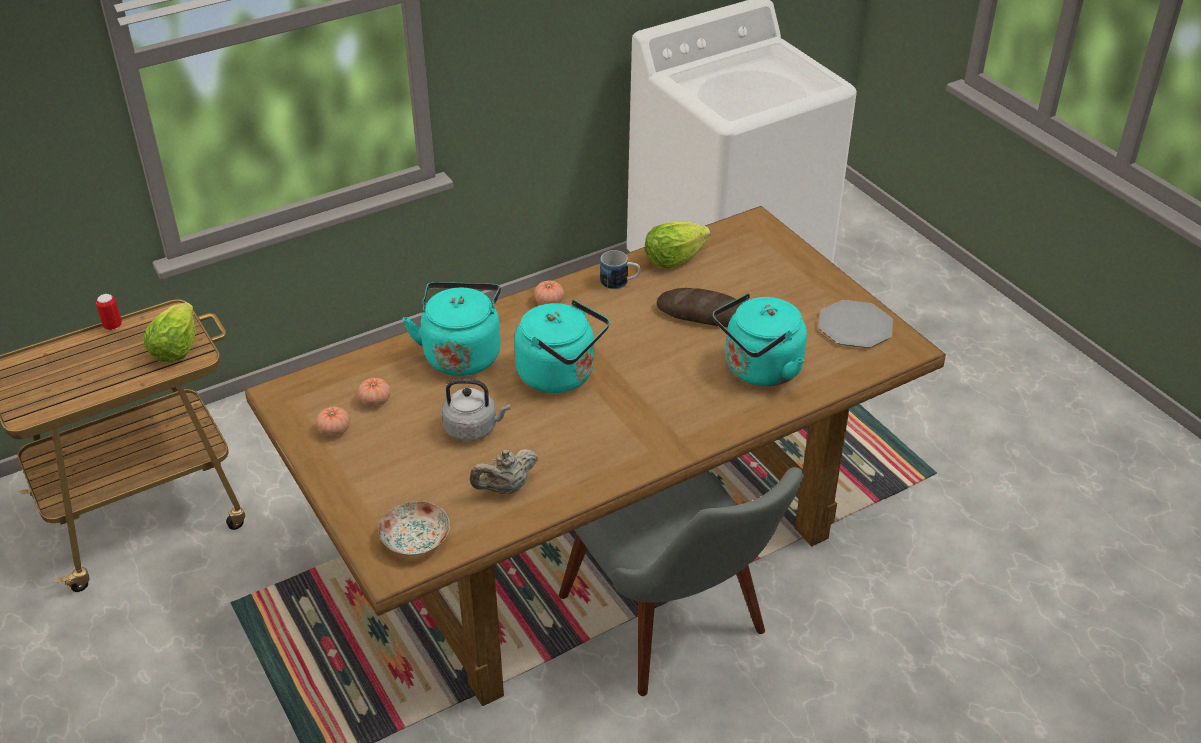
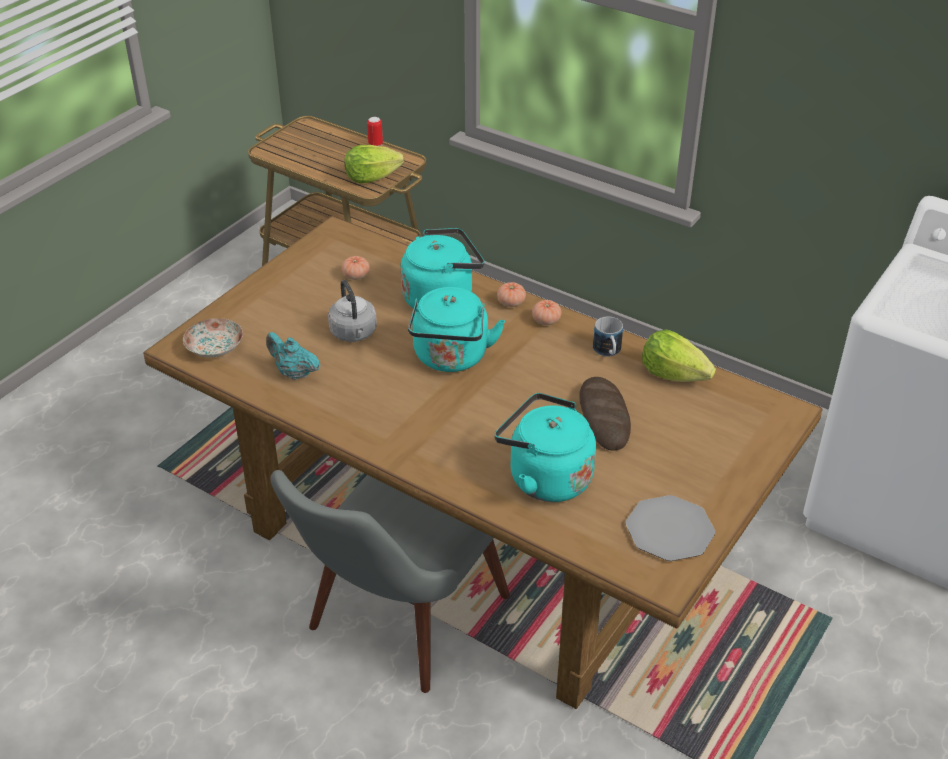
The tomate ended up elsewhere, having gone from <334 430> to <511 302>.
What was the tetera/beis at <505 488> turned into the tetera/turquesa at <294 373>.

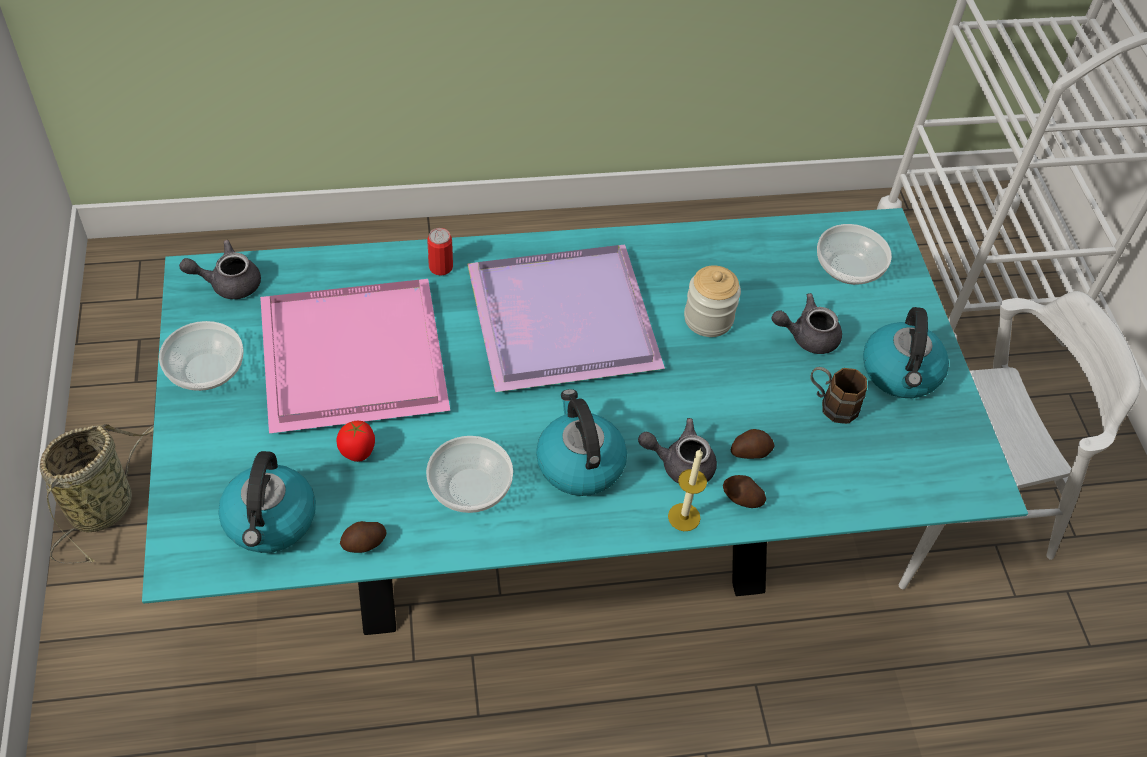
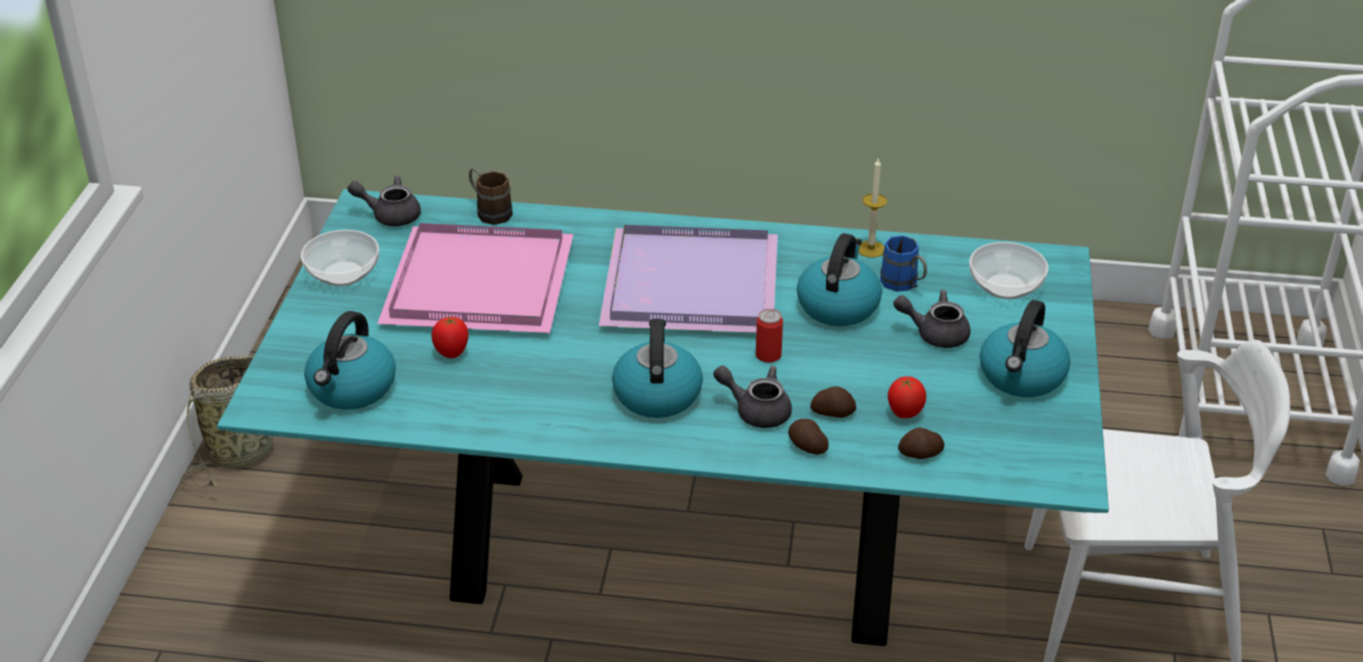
The patata ended up elsewhere, having gone from <364 544> to <921 454>.
The second view lost the cuenco at <468 487>.
The lata ended up elsewhere, having gone from <441 267> to <768 355>.
The vela ended up elsewhere, having gone from <684 517> to <871 249>.
Where the tarro stood at <708 319>, the hervidor came to stand at <838 305>.
The taza grande/marrón ended up elsewhere, having gone from <831 404> to <489 211>.
The second view gained the taza grande/azul at <904 285>.
The second view gained the tomate at <904 414>.

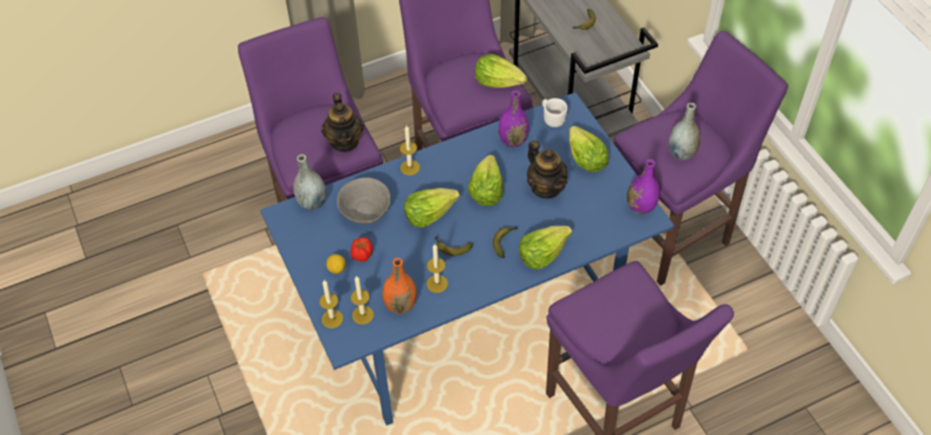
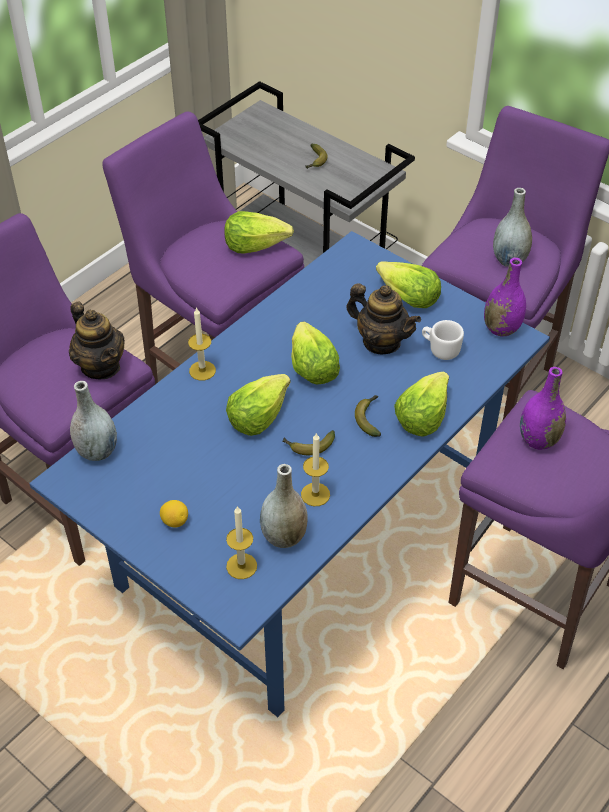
The second view lost the vela at <332 319>.
The second view lost the cuenco/gris at <364 212>.
The second view lost the tomate at <362 255>.
What was the florero/naranja at <400 305> turned into the florero/gris at <284 536>.
The florero/morado ended up elsewhere, having gone from <513 140> to <538 440>.
The taza grande/blanco ended up elsewhere, having gone from <552 118> to <440 349>.

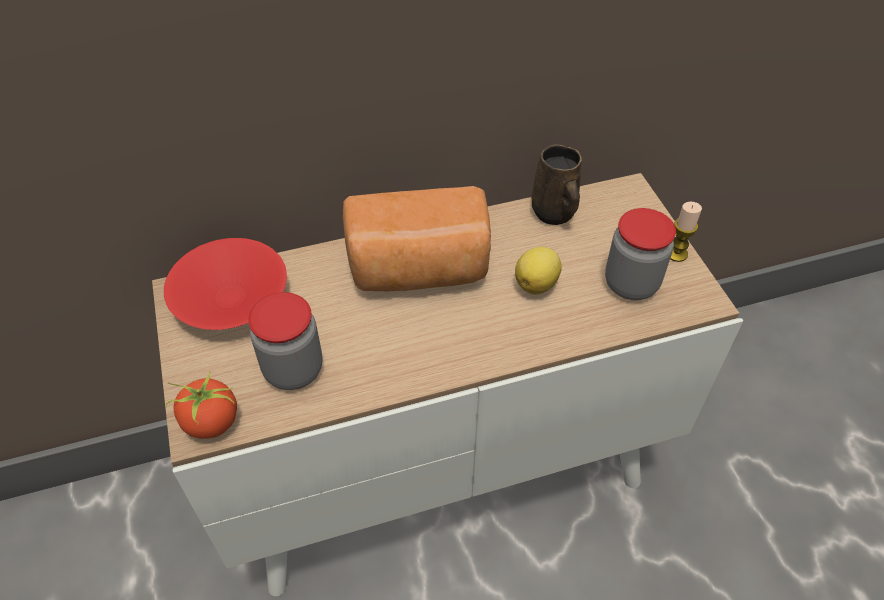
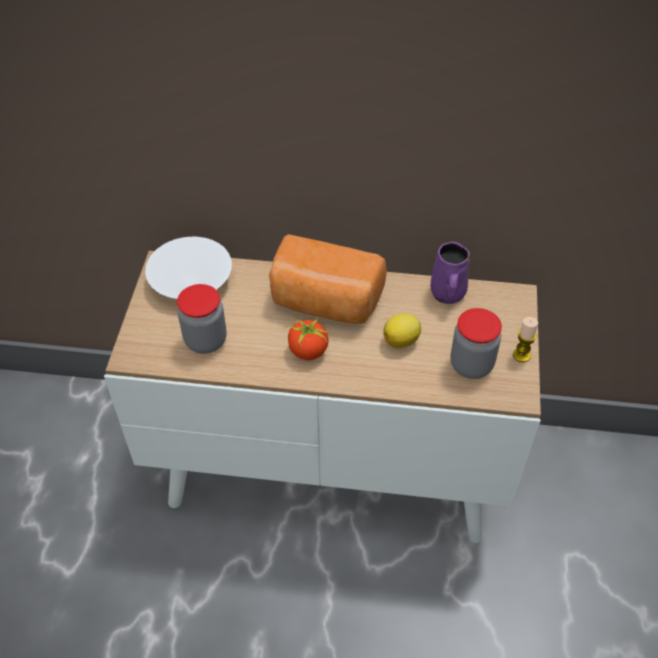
What was the cuenco/rojo at <231 300> turned into the cuenco/blanco at <190 281>.
The tomate ended up elsewhere, having gone from <211 423> to <307 351>.
What was the taza grande/marrón at <554 213> turned into the taza grande/morado at <447 294>.

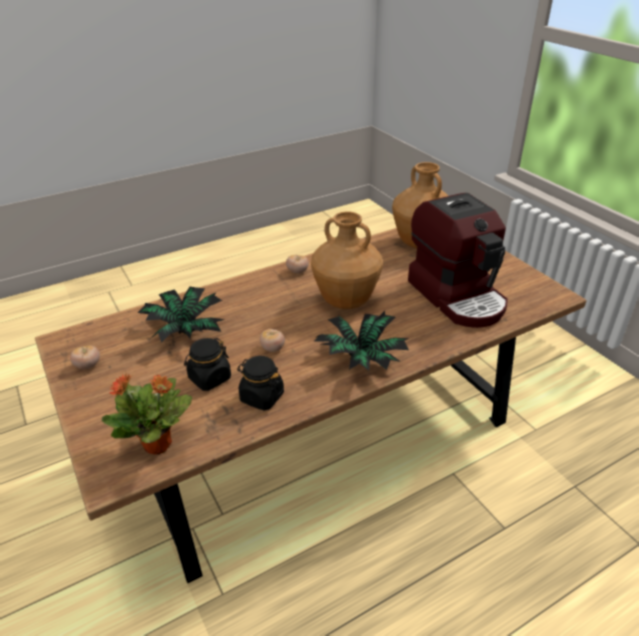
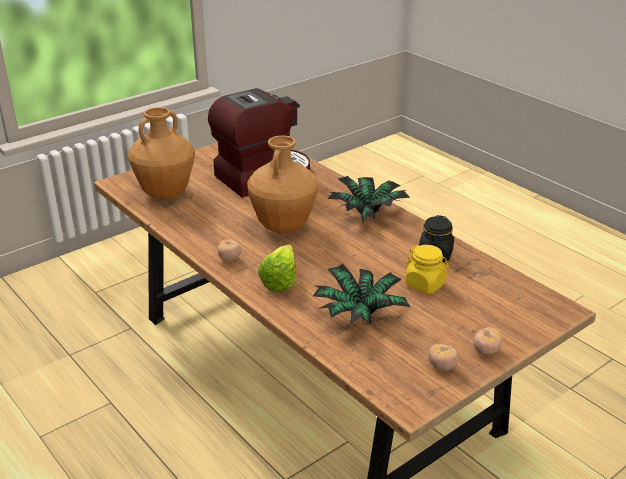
The second view lost the planta en maceta at <159 444>.
What was the tarro/negro at <209 378> turned into the tarro/amarillo at <425 284>.
The tomate ended up elsewhere, having gone from <273 348> to <486 351>.
The second view gained the lechuga at <283 278>.

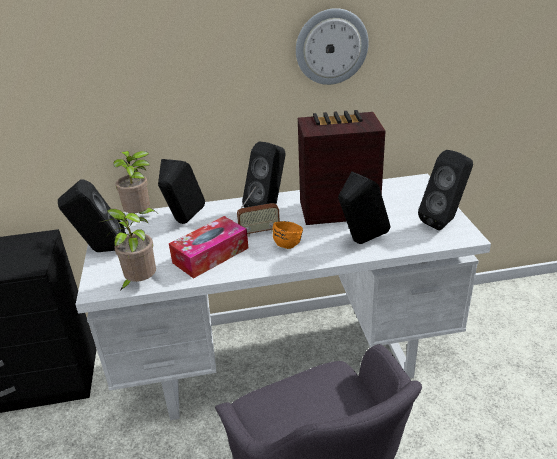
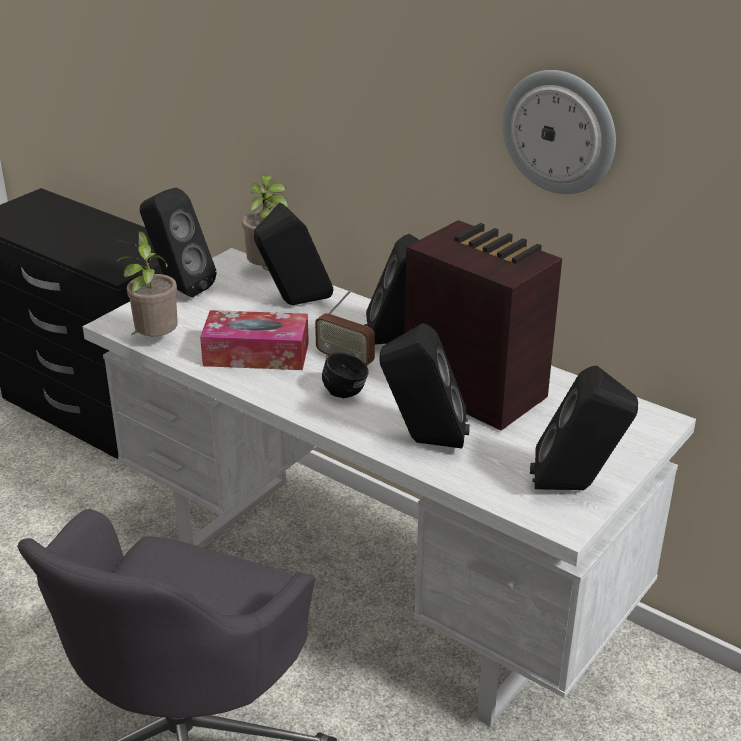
What was the taza grande/naranja at <286 243> turned into the taza grande/negro at <347 389>.

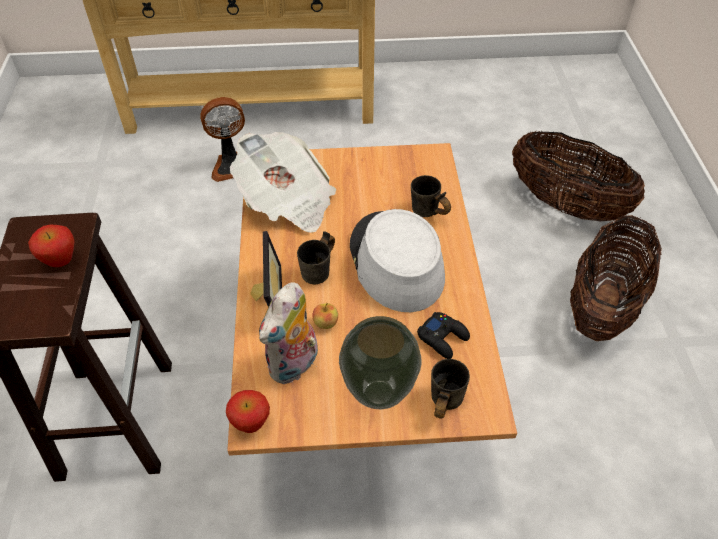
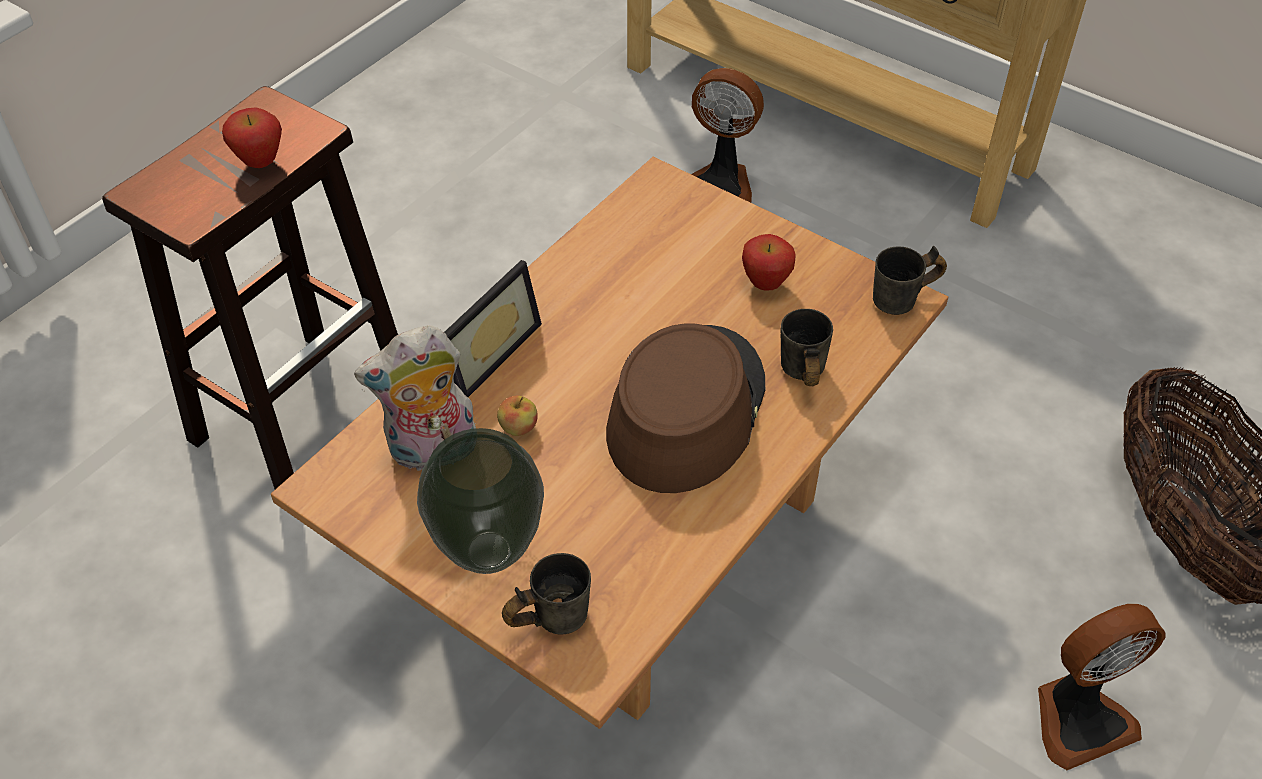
The manzana ended up elsewhere, having gone from <251 424> to <765 284>.
The second view lost the periódico at <287 201>.
The taza grande/gris ended up elsewhere, having gone from <322 272> to <905 303>.
What was the sombrero/gris at <395 262> turned into the sombrero/marrón at <685 409>.
The second view lost the mando de consola/negro at <443 338>.
Where the cesta stood at <602 306>, the ventilador came to stand at <1078 717>.

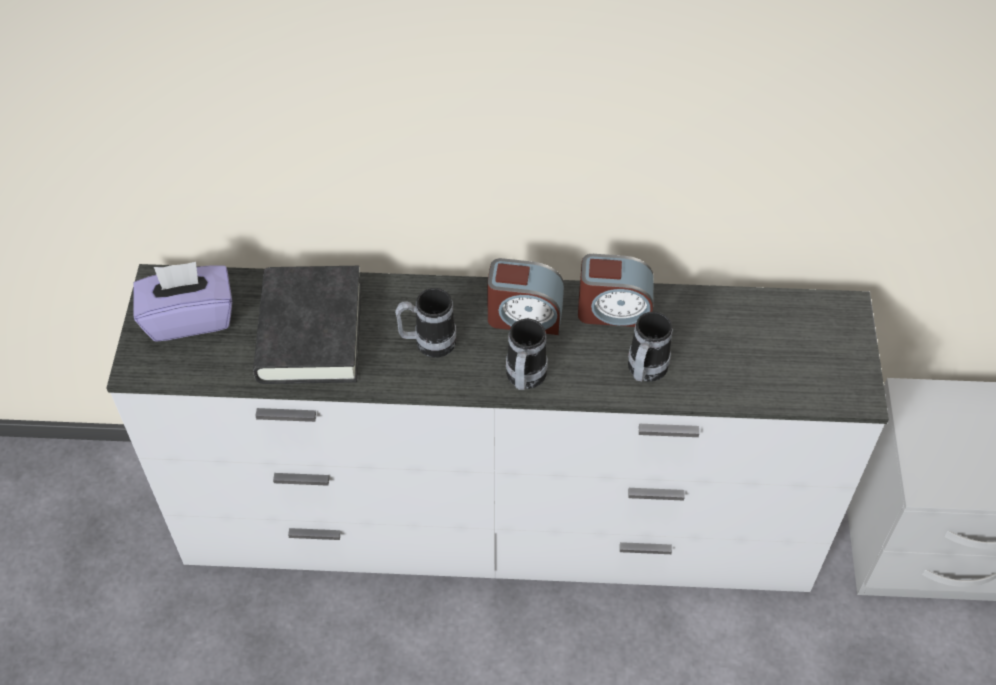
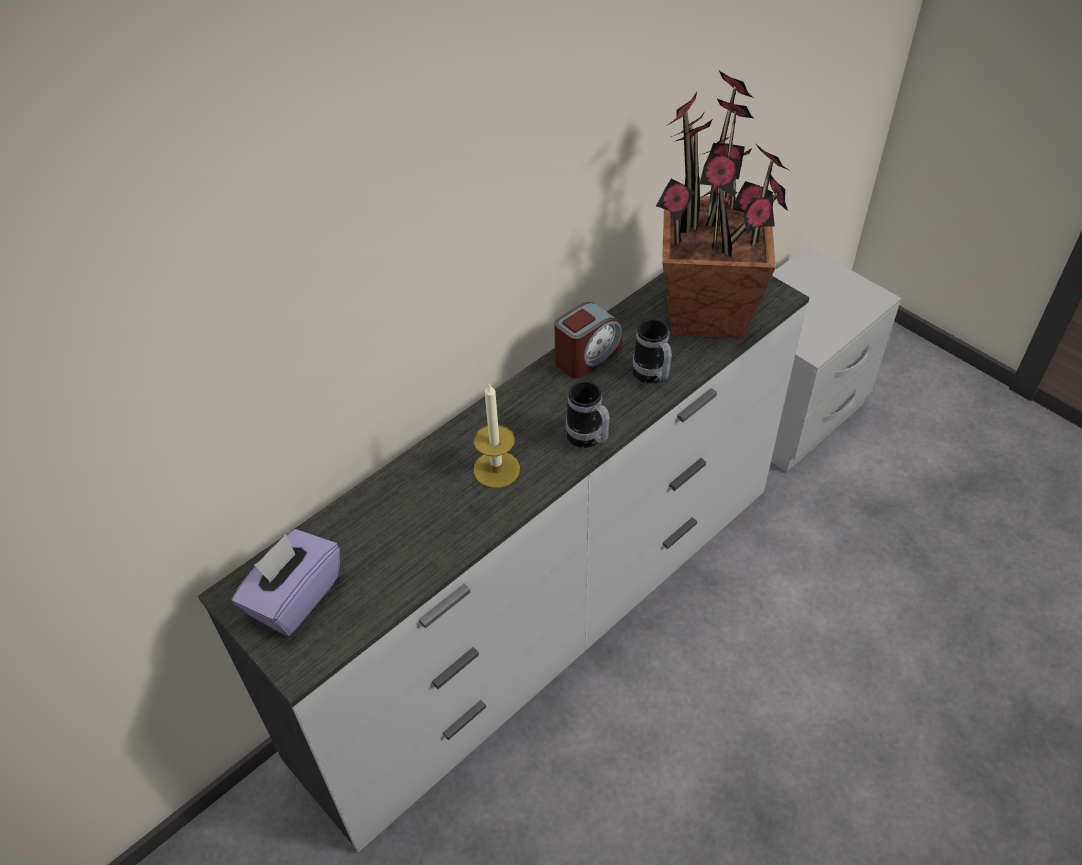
The second view lost the libro/negro at <310 332>.
Where the taza grande stood at <427 343>, the vela came to stand at <496 469>.
The second view lost the despertador at <524 316>.
The second view gained the planta en maceta at <707 314>.

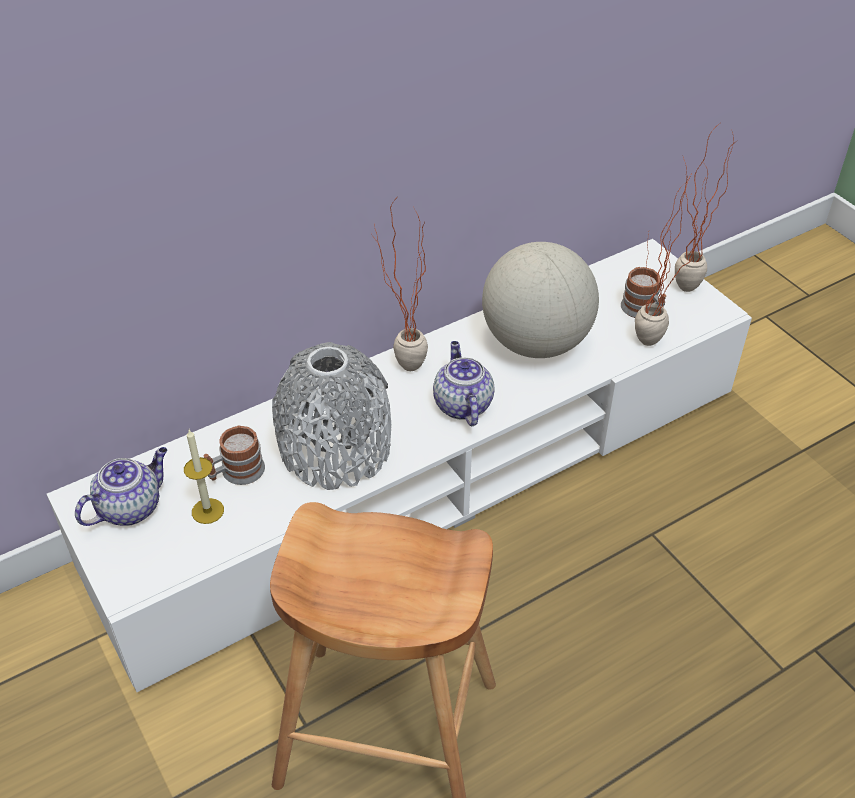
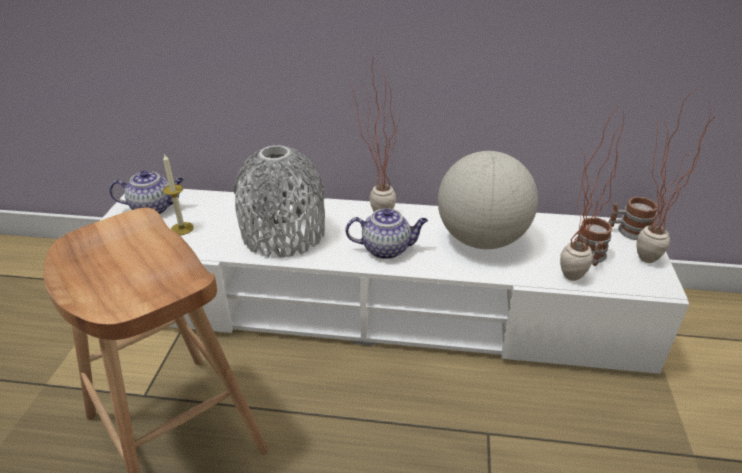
The taza grande ended up elsewhere, having gone from <236 473> to <628 231>.
The tetera at <462 404> ended up facing another way, 60 degrees clockwise from before.

